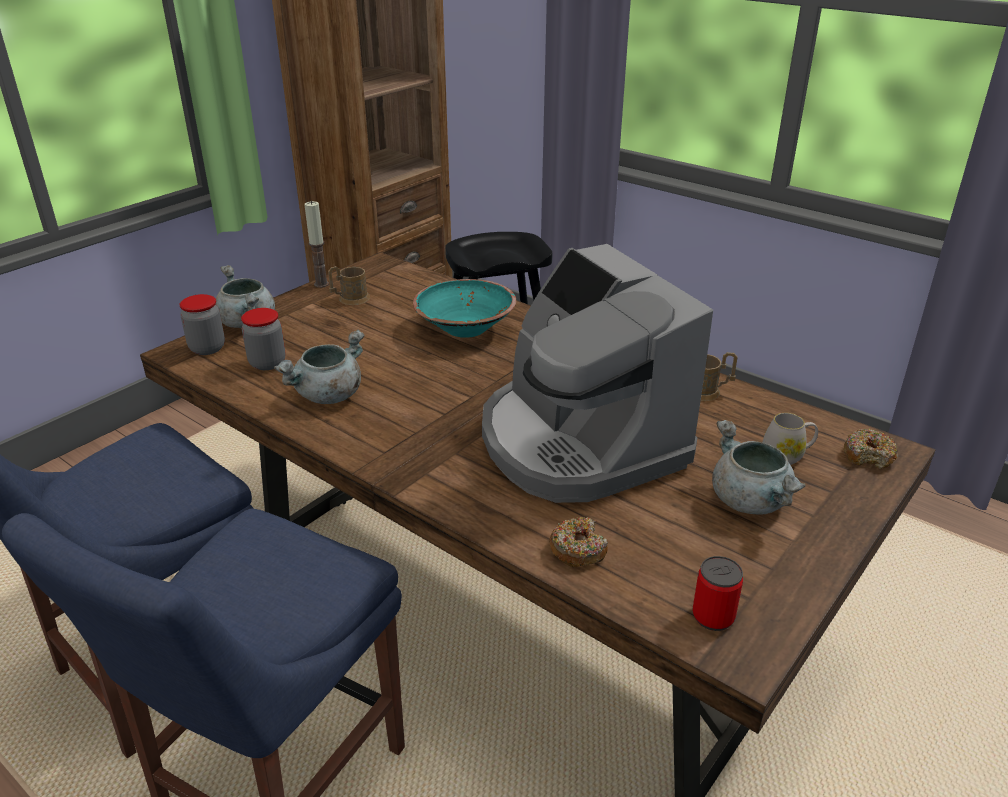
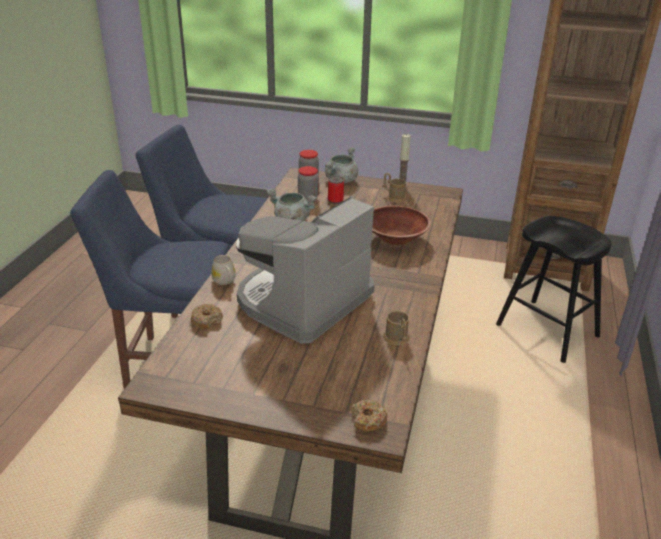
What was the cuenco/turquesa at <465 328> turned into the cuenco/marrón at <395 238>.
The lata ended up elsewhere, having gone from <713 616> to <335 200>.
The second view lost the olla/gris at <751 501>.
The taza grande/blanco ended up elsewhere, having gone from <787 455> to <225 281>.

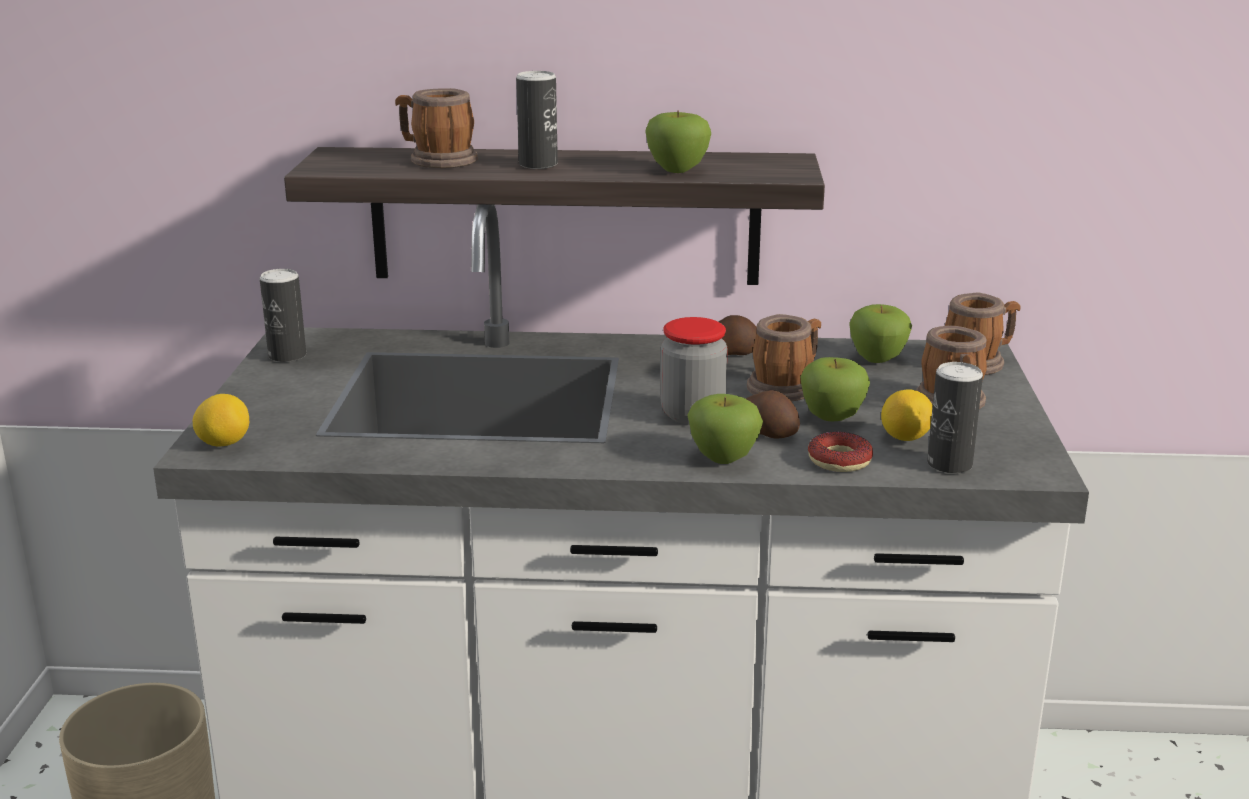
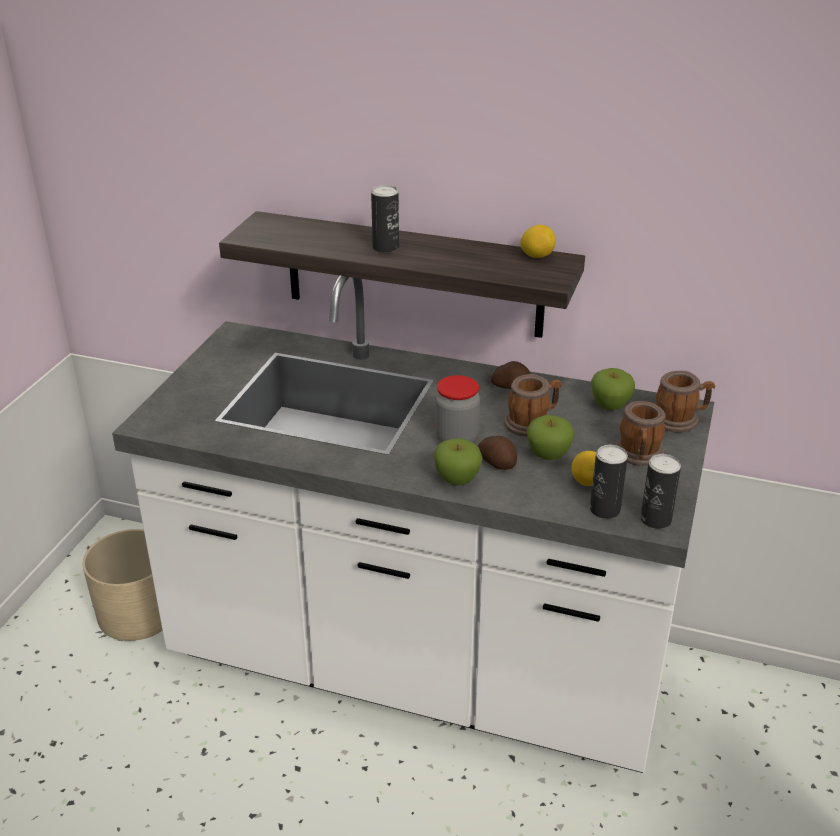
The limón ended up elsewhere, having gone from <224 444> to <537 256>.
The lata ended up elsewhere, having gone from <287 355> to <655 519>.
The second view lost the taza grande at <436 160>.
The second view lost the manzana at <677 170>.
The second view lost the rosquilla at <839 460>.

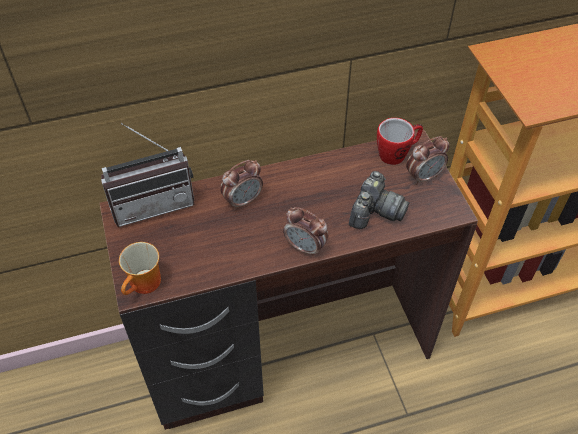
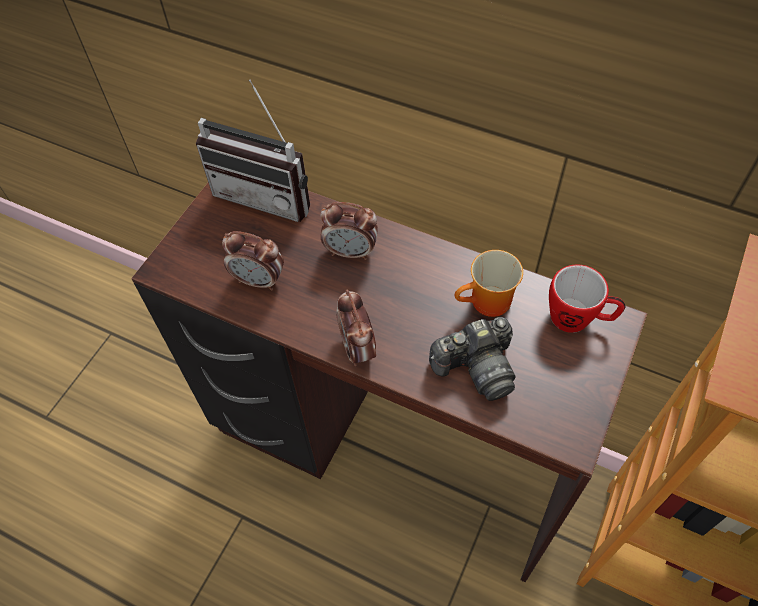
The taza grande ended up elsewhere, having gone from <145 285> to <488 304>.
The despertador ended up elsewhere, having gone from <423 177> to <259 280>.

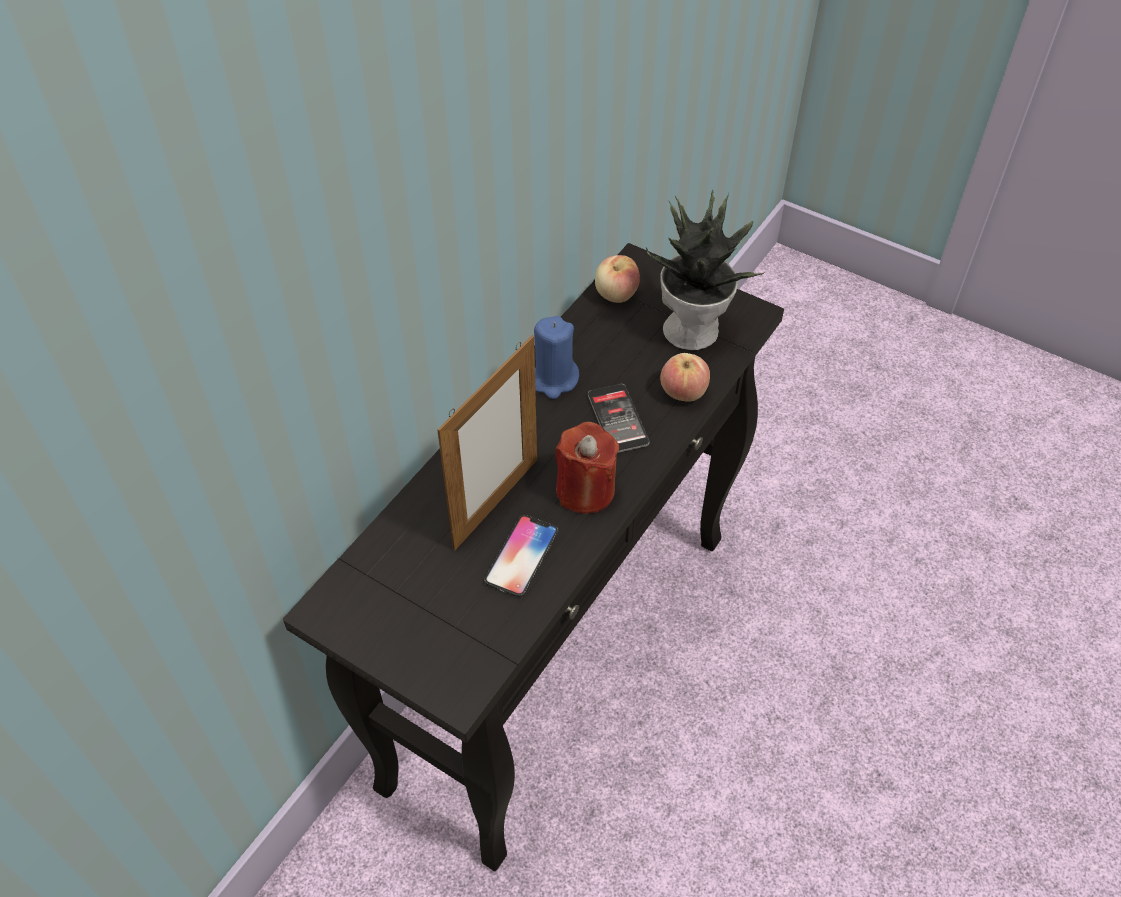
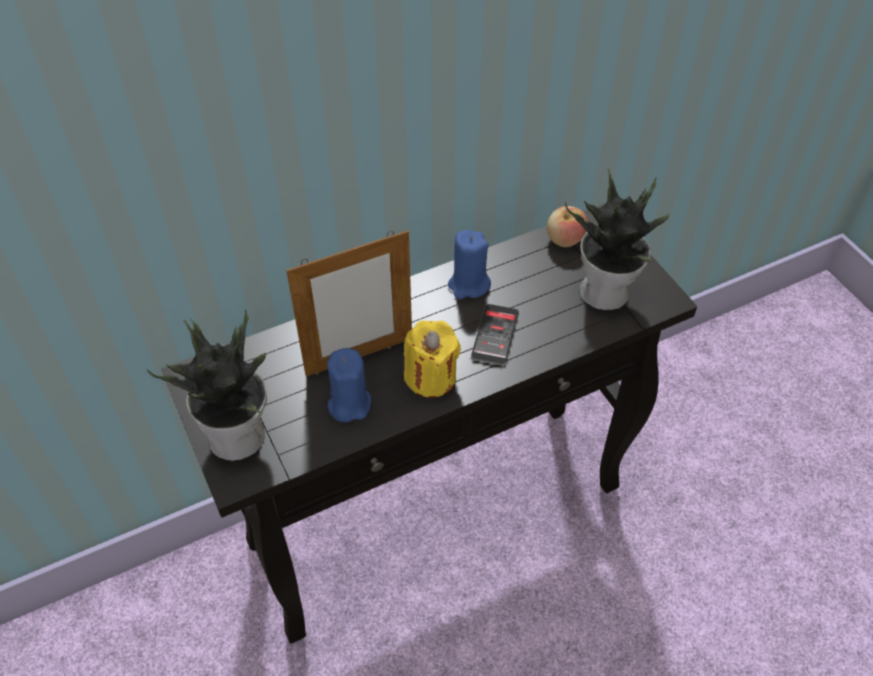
Where the móvil stood at <521 556>, the vela/azul came to stand at <349 403>.
What was the vela/rojo at <585 490> turned into the vela/amarillo at <431 377>.
The second view lost the manzana at <683 392>.
The second view gained the planta en maceta at <239 436>.

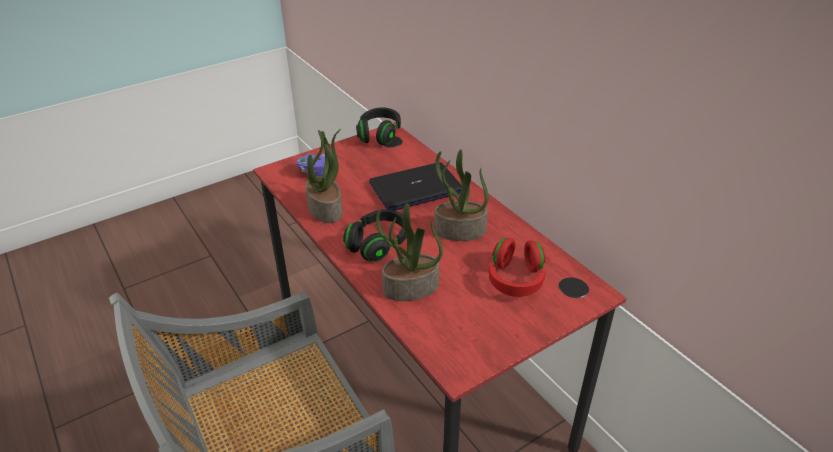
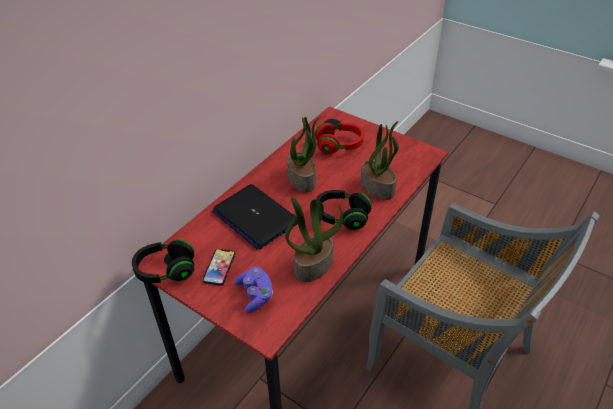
The second view gained the móvil at <219 267>.

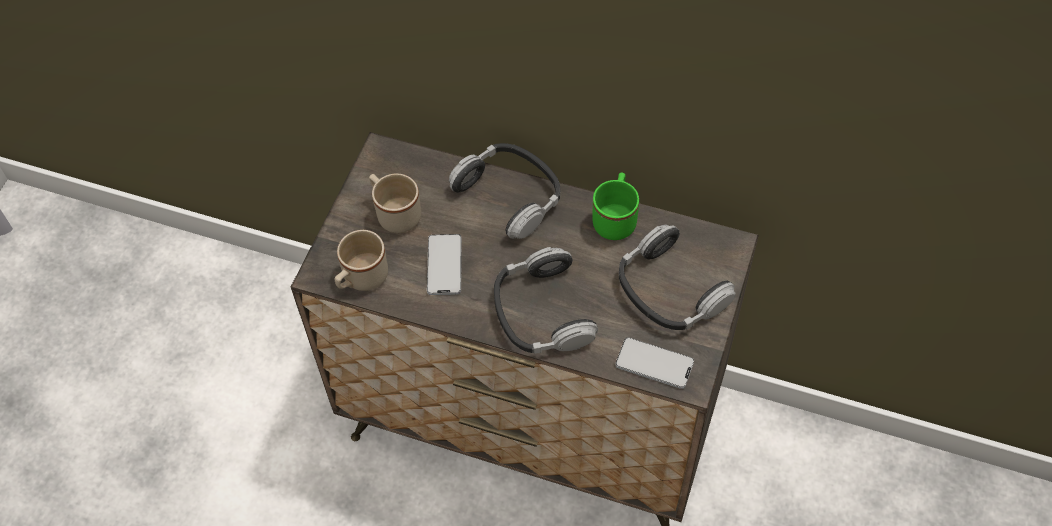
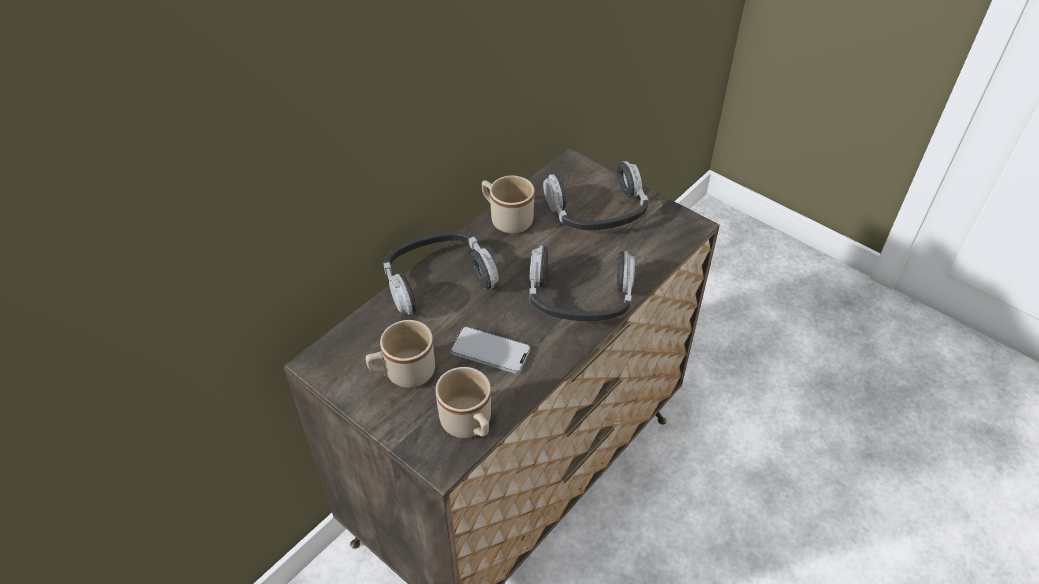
What was the taza grande/verde at <615 218> turned into the taza grande/beis at <506 219>.
The second view lost the móvil at <654 364>.

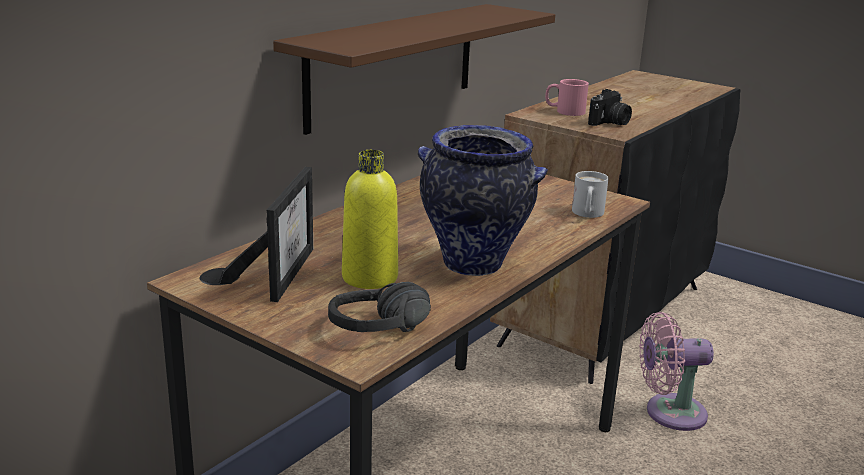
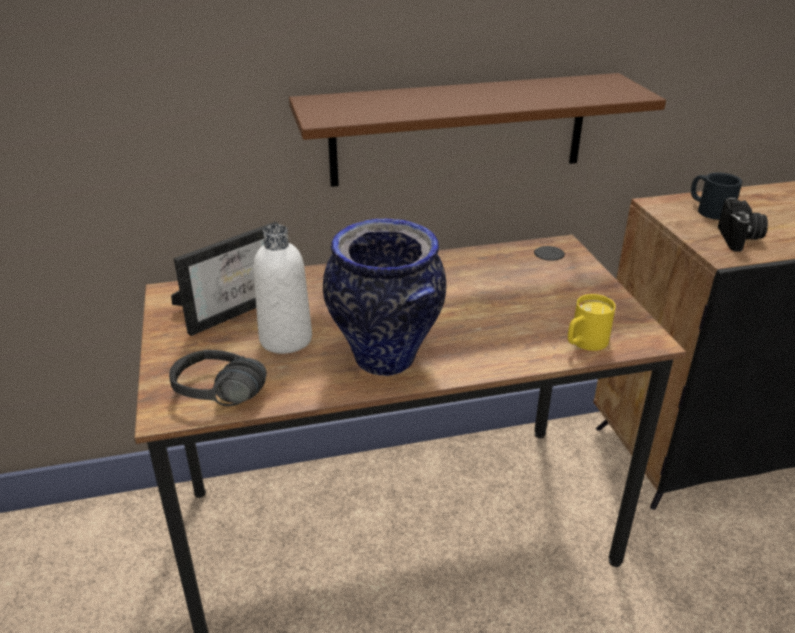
What was the botella/amarillo at <370 277> turned into the botella/blanco at <286 339>.
What was the taza grande/rosa at <564 111> turned into the taza grande/negro at <708 209>.
What was the taza grande/blanco at <587 214> turned into the taza grande/amarillo at <584 343>.
The cámara at <610 123> ended up facing another way, 75 degrees counterclockwise from before.
The second view lost the ventilador/rosa at <669 413>.

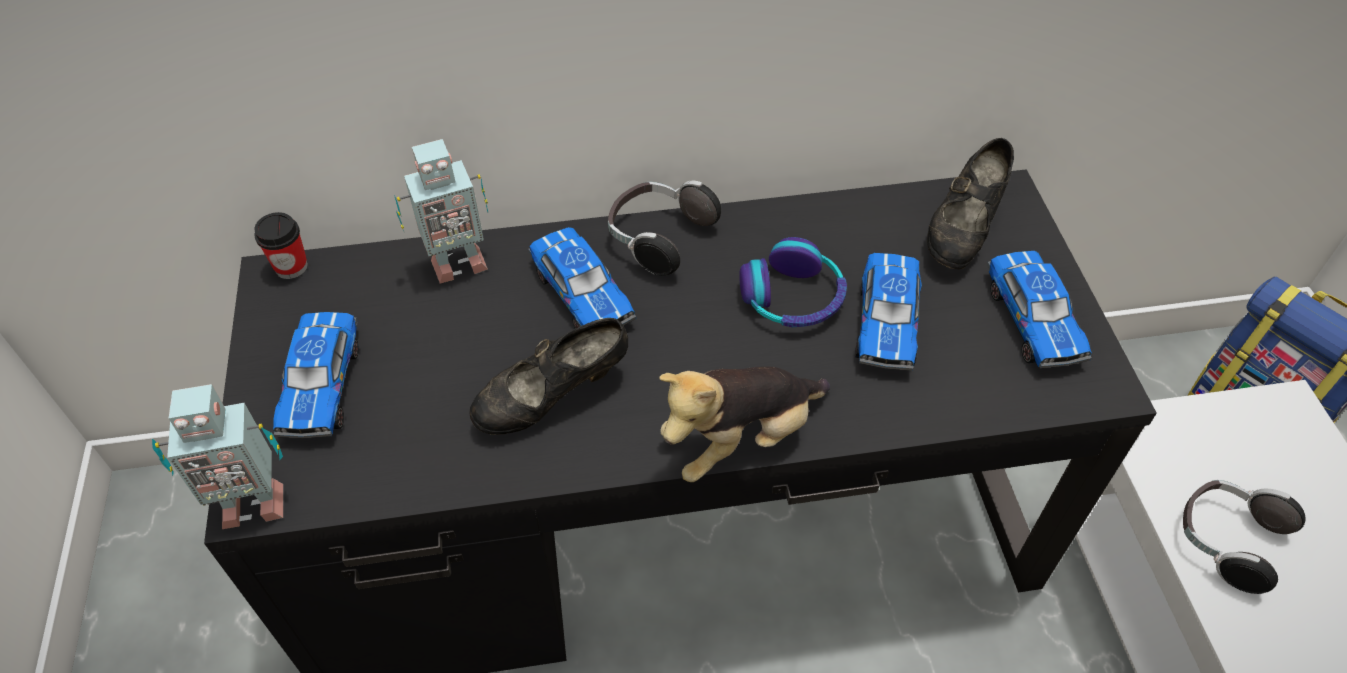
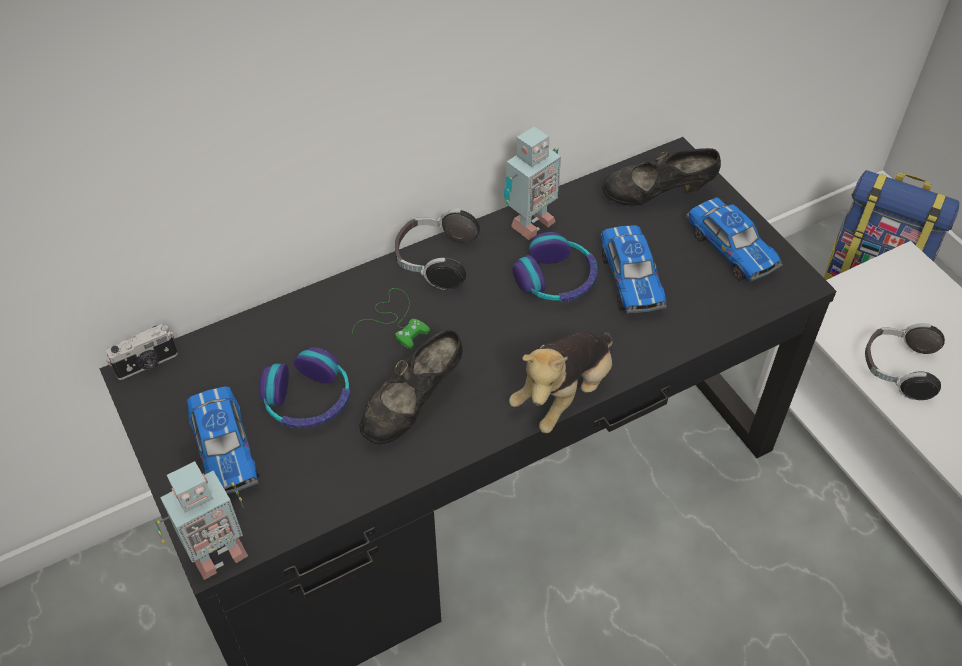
Where the taza stood at <291 267>, the cámara came to stand at <147 364>.
The robot de juguete ended up elsewhere, having gone from <456 263> to <529 223>.
Where the coche de juguete stood at <581 293>, the mando de consola/verde came to stand at <396 320>.
The zapato/negro at <962 231> ended up facing another way, 75 degrees clockwise from before.
The second view gained the auriculares at <308 399>.

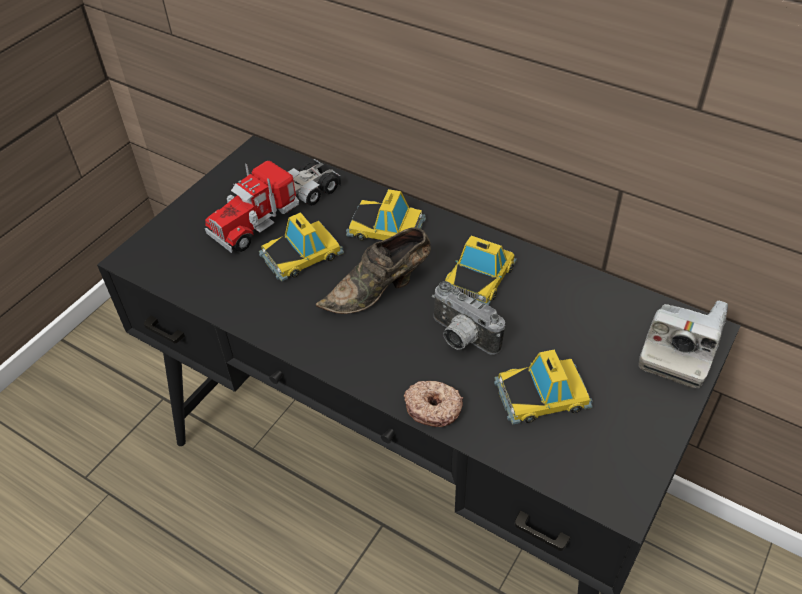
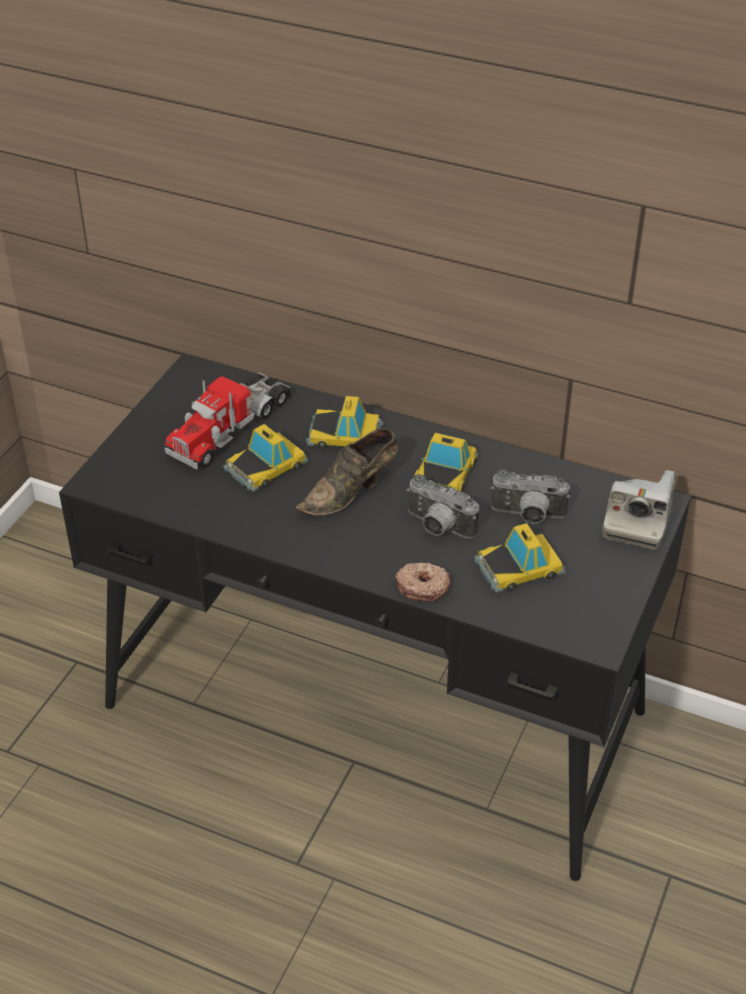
The second view gained the cámara at <527 516>.

